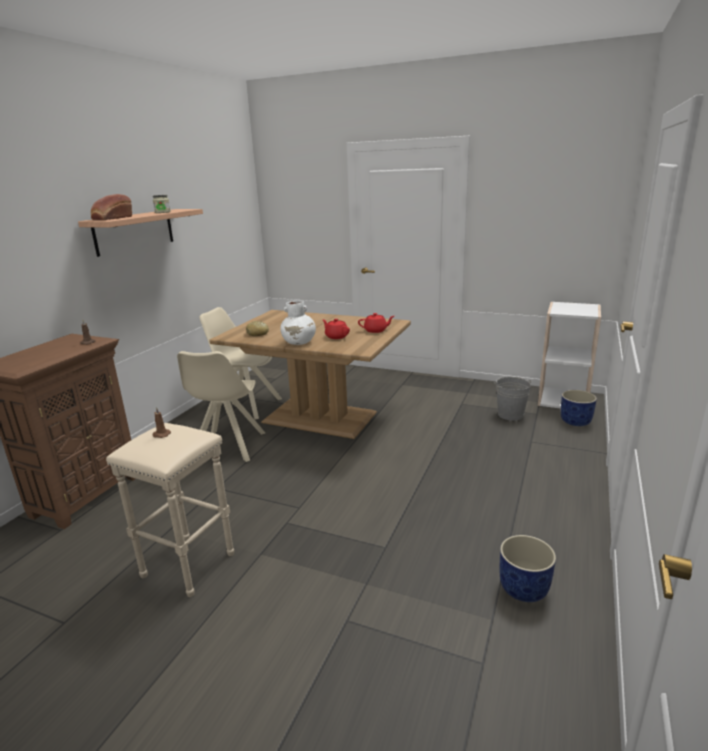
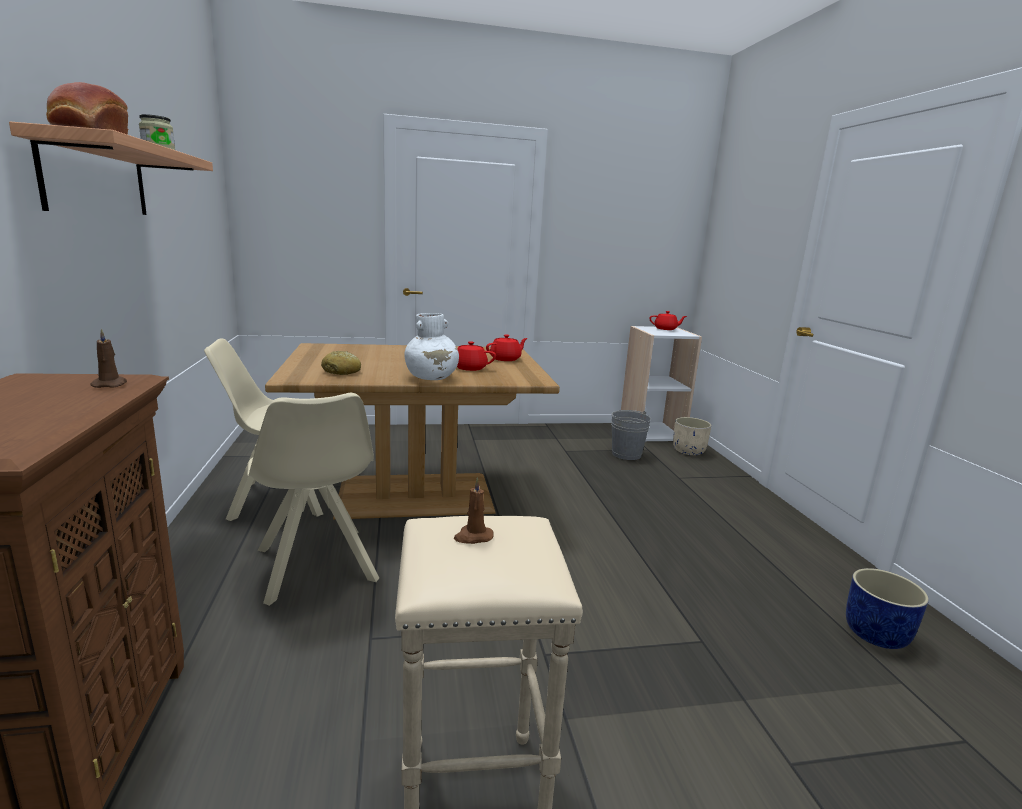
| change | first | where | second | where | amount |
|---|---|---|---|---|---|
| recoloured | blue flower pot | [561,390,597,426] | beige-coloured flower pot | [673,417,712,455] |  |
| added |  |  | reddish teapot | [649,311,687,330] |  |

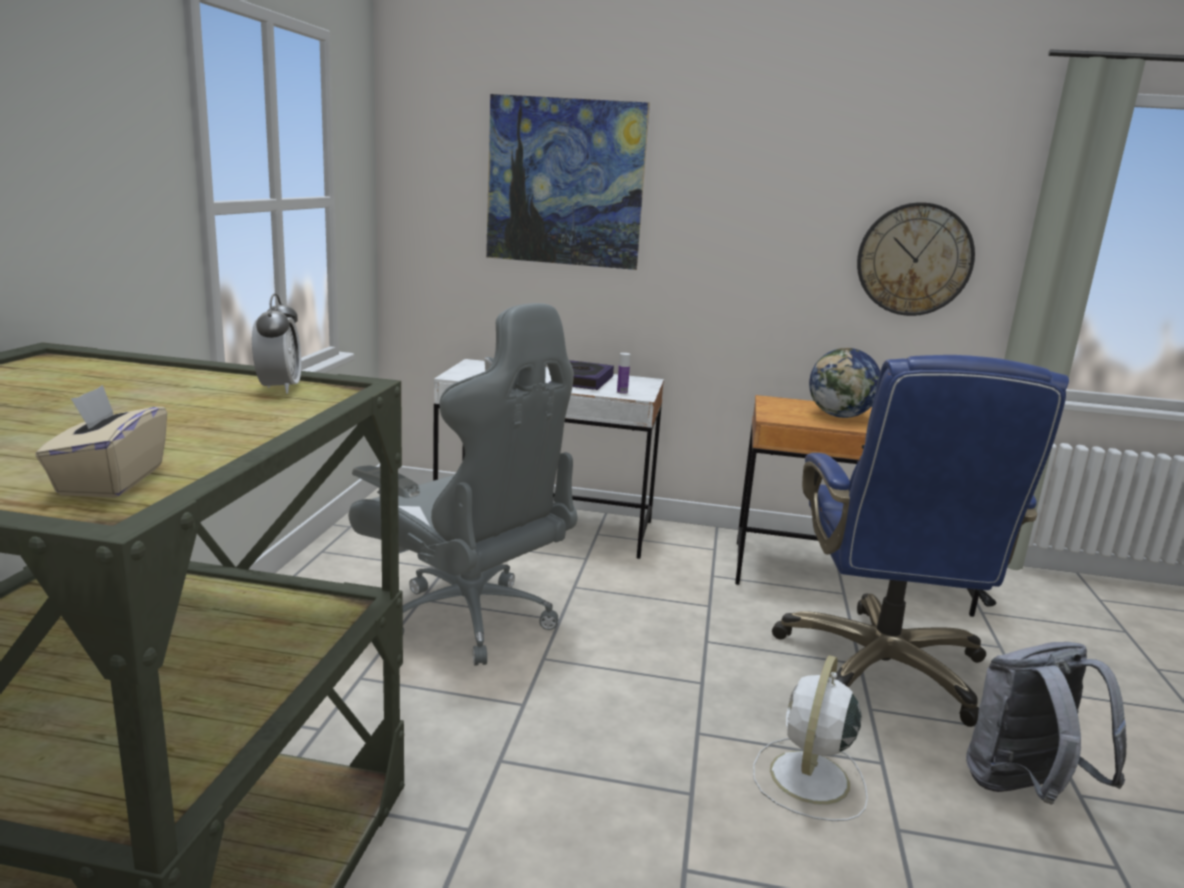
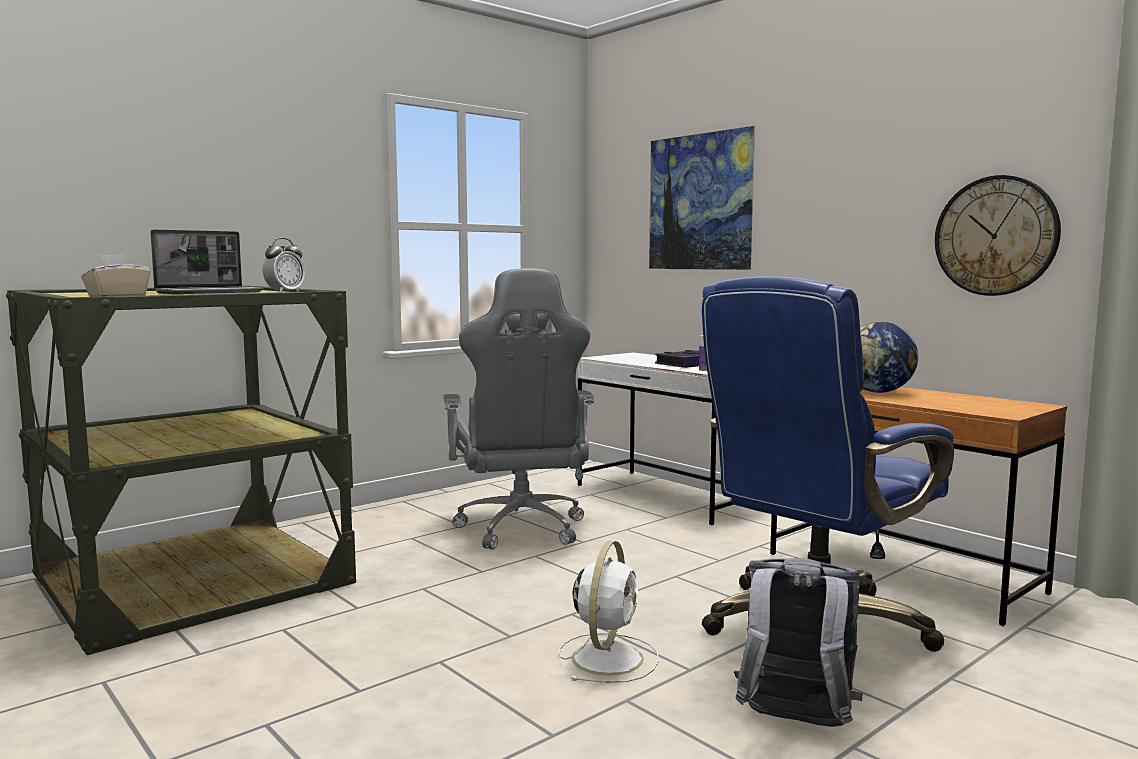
| change | first | where | second | where | amount |
|---|---|---|---|---|---|
| turned | white-coloured cooling fan | [753,655,868,821] |  | [559,540,659,683] | 135 degrees clockwise |
| added |  |  | laptop | [150,230,264,294] |  |

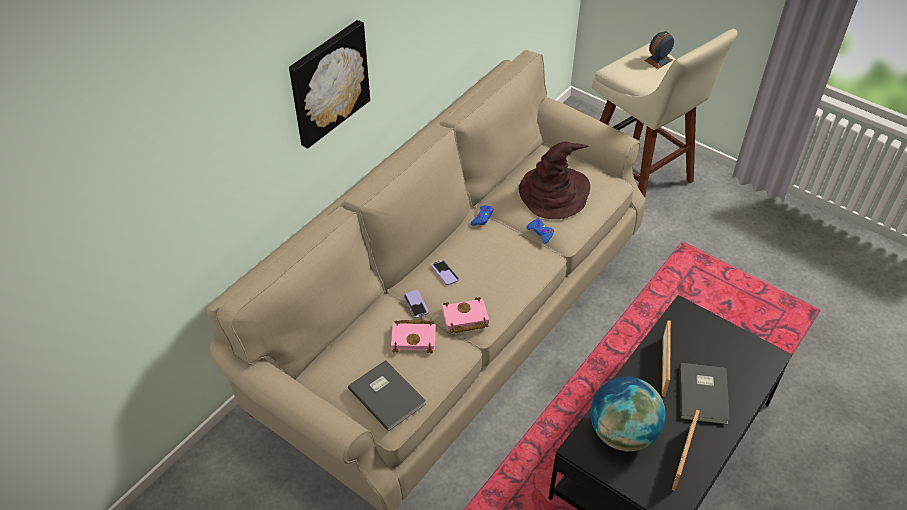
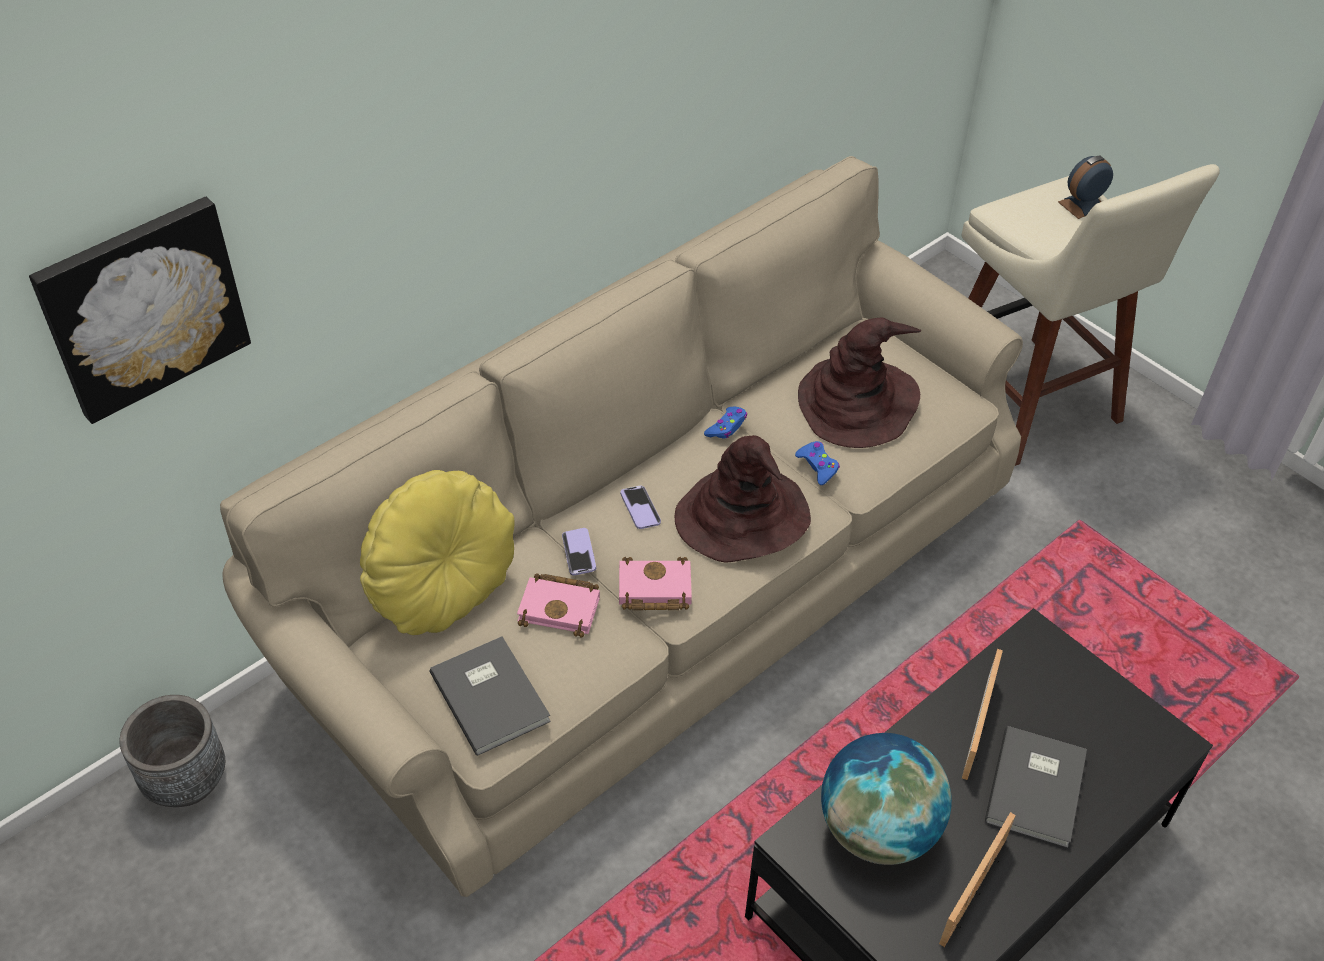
| change | first | where | second | where | amount |
|---|---|---|---|---|---|
| moved | picture | [289,20,370,149] |  | [29,196,251,424] |  |
| added |  |  | brownish hat | [675,435,811,563] |  |
| added |  |  | yellowish cushion | [360,470,514,635] |  |
| added |  |  | grey flower pot | [120,695,225,807] |  |

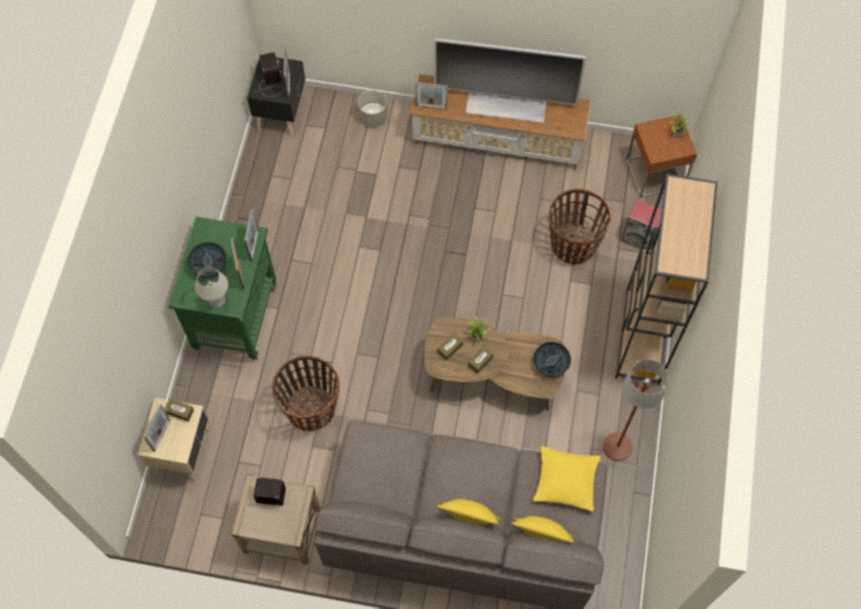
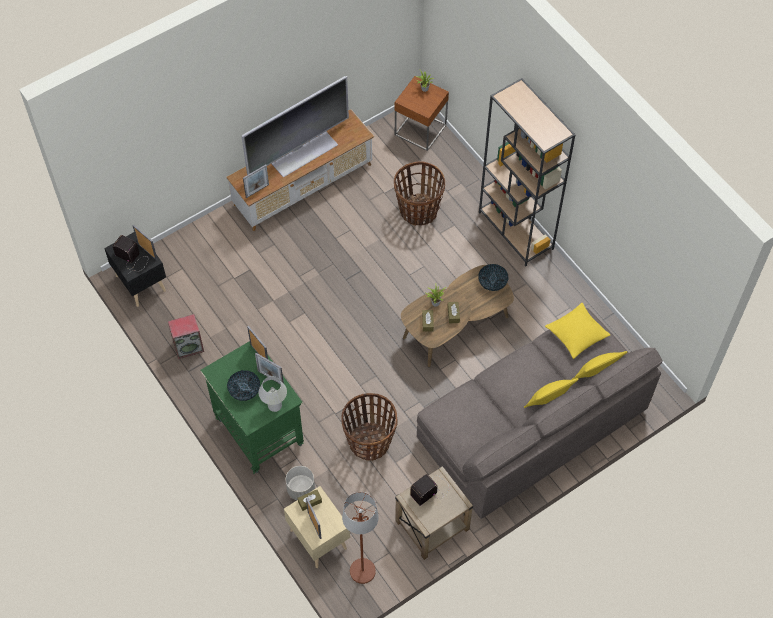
| change | first | where | second | where | amount |
|---|---|---|---|---|---|
| moved | grey flower pot | [358,90,388,127] |  | [286,466,315,500] |  |
| moved | speaker | [621,199,662,249] |  | [168,314,204,359] |  |
| moved | brownish standing lamp | [603,359,668,461] |  | [342,492,379,584] |  |

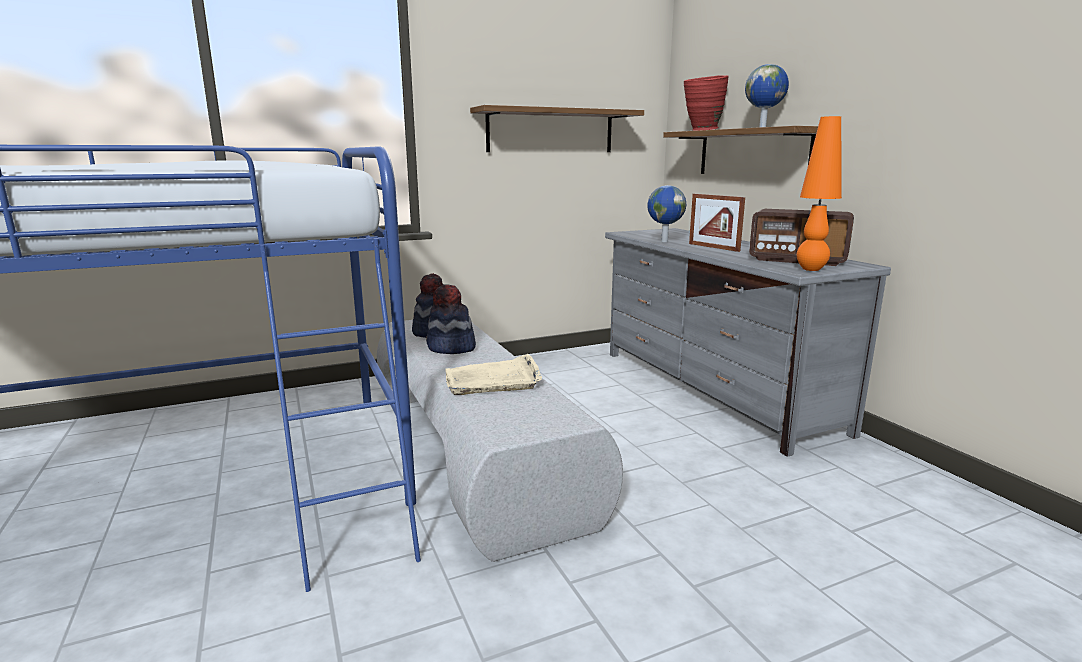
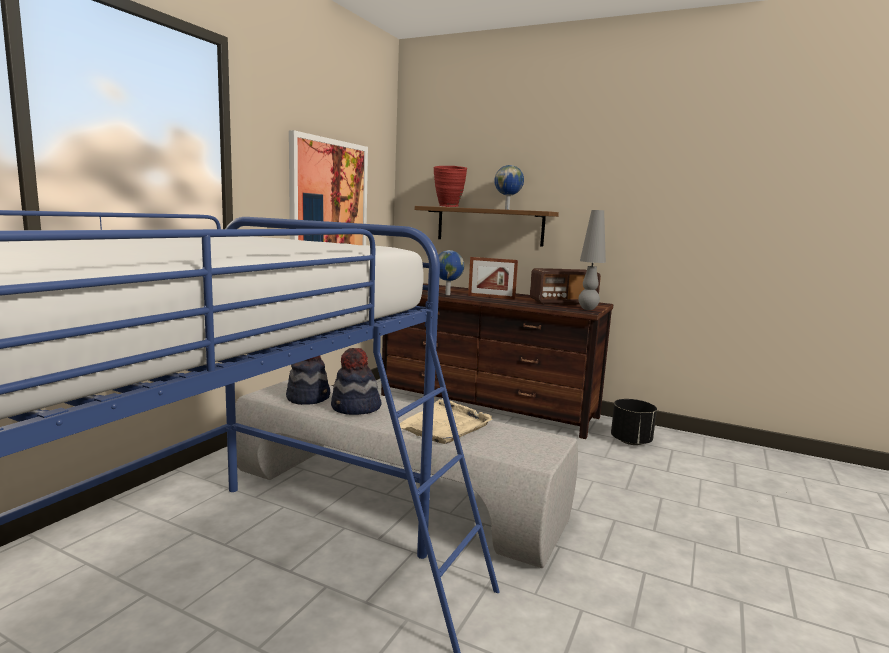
| change | first | where | second | where | amount |
|---|---|---|---|---|---|
| replaced | wall shelf | [470,105,644,152] | picture | [289,130,368,245] |  |
| recoloured | orange-coloured lamp for a table | [796,116,842,271] | grey lamp for a table | [578,210,606,310] |  |
| recoloured | grey dresser | [605,228,891,457] | brownish dresser | [381,283,613,439] |  |
| added |  |  | black-coloured flower pot | [611,399,657,445] |  |

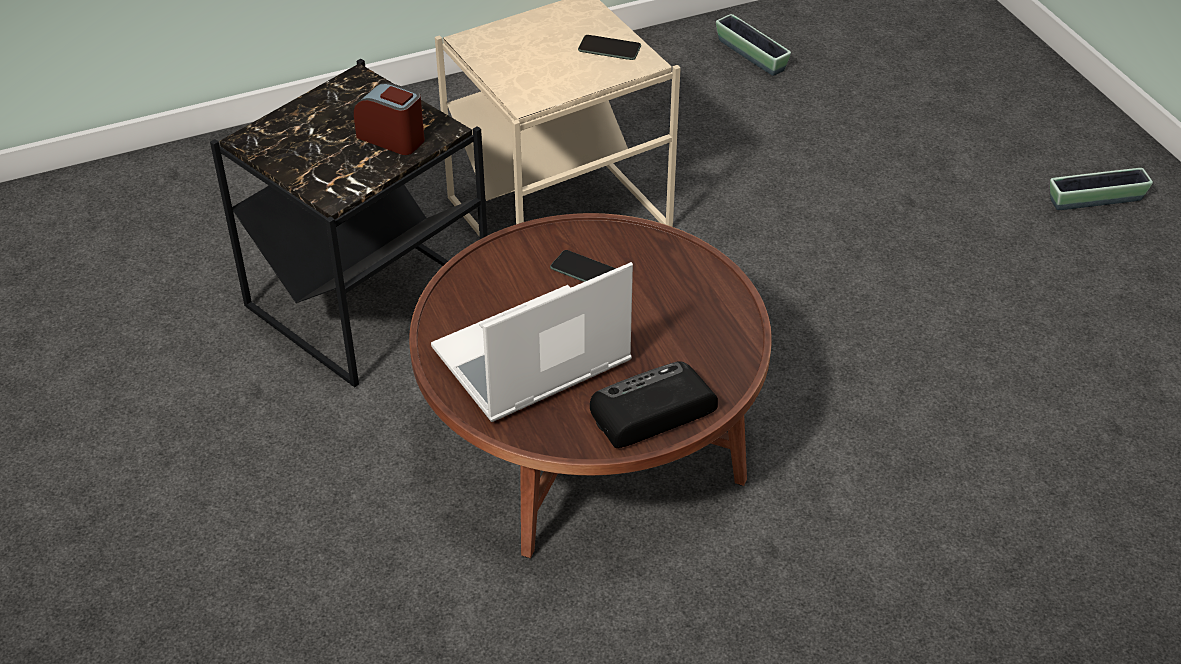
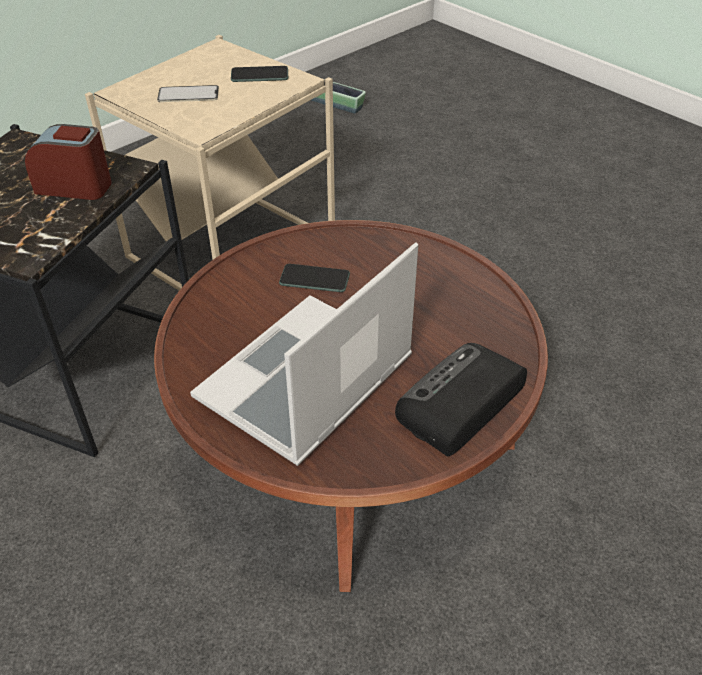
| change | first | where | second | where | amount |
|---|---|---|---|---|---|
| removed | flower pot | [1050,168,1153,210] |  |  |  |
| added |  |  | telephone | [157,85,219,102] |  |

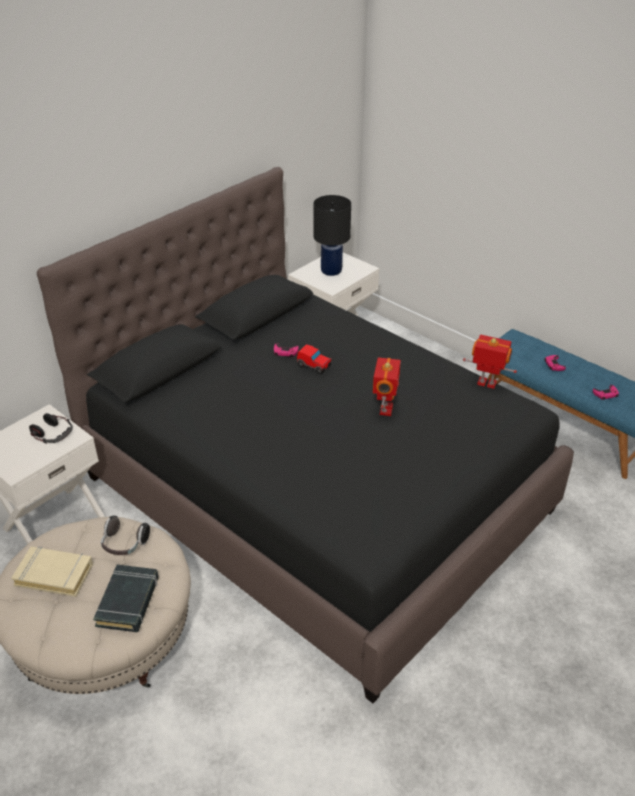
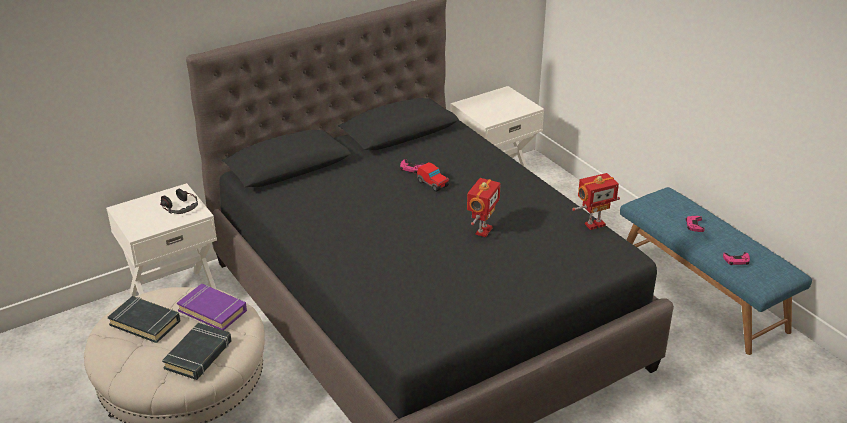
| change | first | where | second | where | amount |
|---|---|---|---|---|---|
| removed | black-coloured lamp for a table | [313,195,351,276] |  |  |  |
| turned | model robot | [463,335,517,389] |  | [572,173,620,230] | 120 degrees clockwise |
| replaced | headphones | [101,516,150,555] | purple book | [177,284,247,330] |  |
| recoloured | beige-coloured book | [11,547,93,597] | black-coloured book | [108,296,180,343] |  |

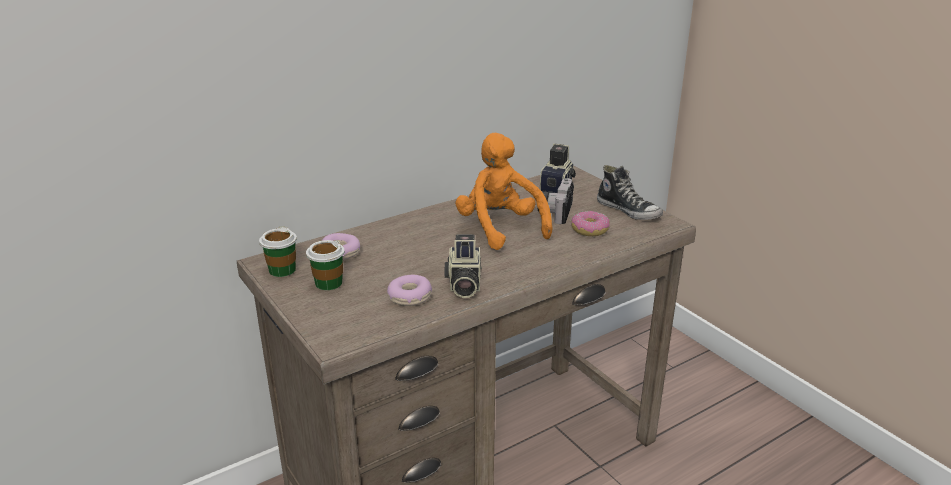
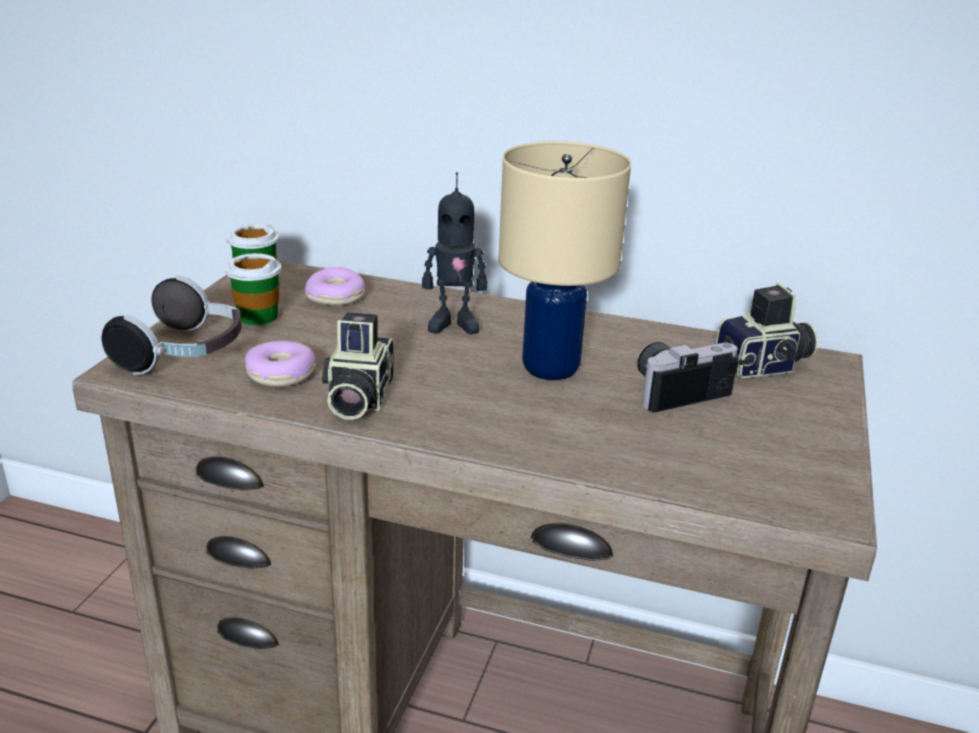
| change | first | where | second | where | amount |
|---|---|---|---|---|---|
| replaced | orange-coloured plush toy | [455,133,552,250] | beige-coloured lamp for a table | [498,141,631,380] |  |
| removed | shoe | [597,165,663,220] |  |  |  |
| removed | donut | [571,211,610,236] |  |  |  |
| turned | still camera | [445,234,482,298] |  | [322,312,394,420] | 45 degrees counterclockwise |
| added |  |  | model robot | [422,172,488,335] |  |
| added |  |  | headphones | [102,276,242,375] |  |

